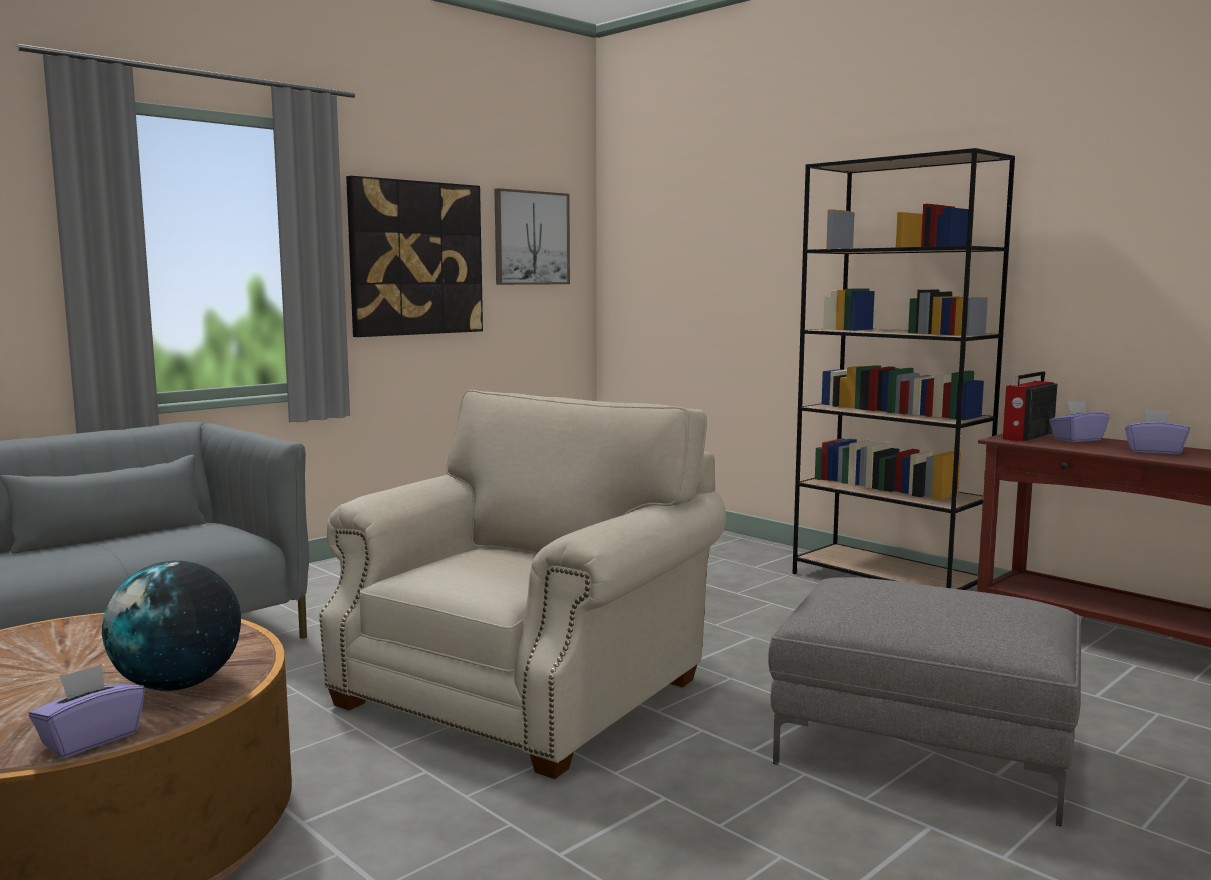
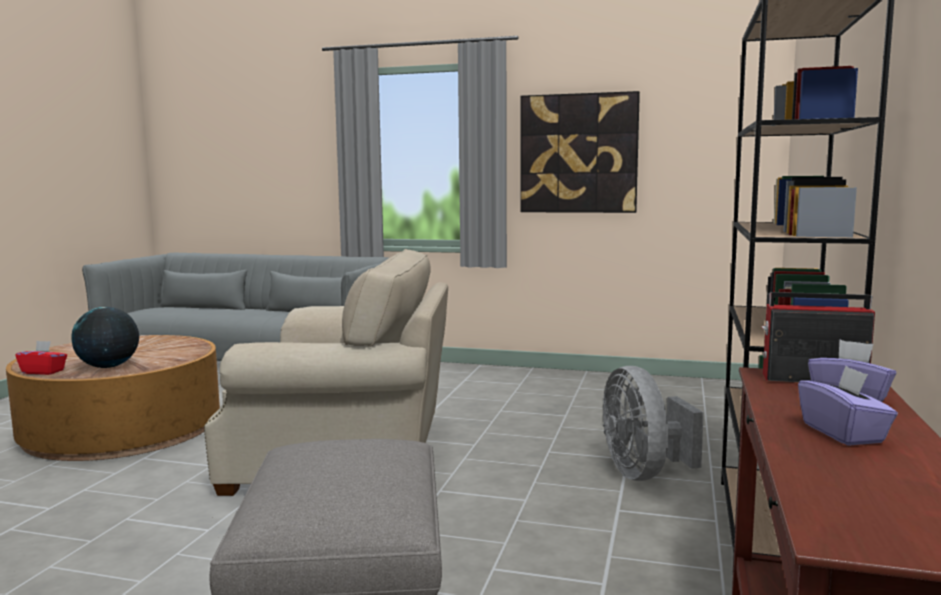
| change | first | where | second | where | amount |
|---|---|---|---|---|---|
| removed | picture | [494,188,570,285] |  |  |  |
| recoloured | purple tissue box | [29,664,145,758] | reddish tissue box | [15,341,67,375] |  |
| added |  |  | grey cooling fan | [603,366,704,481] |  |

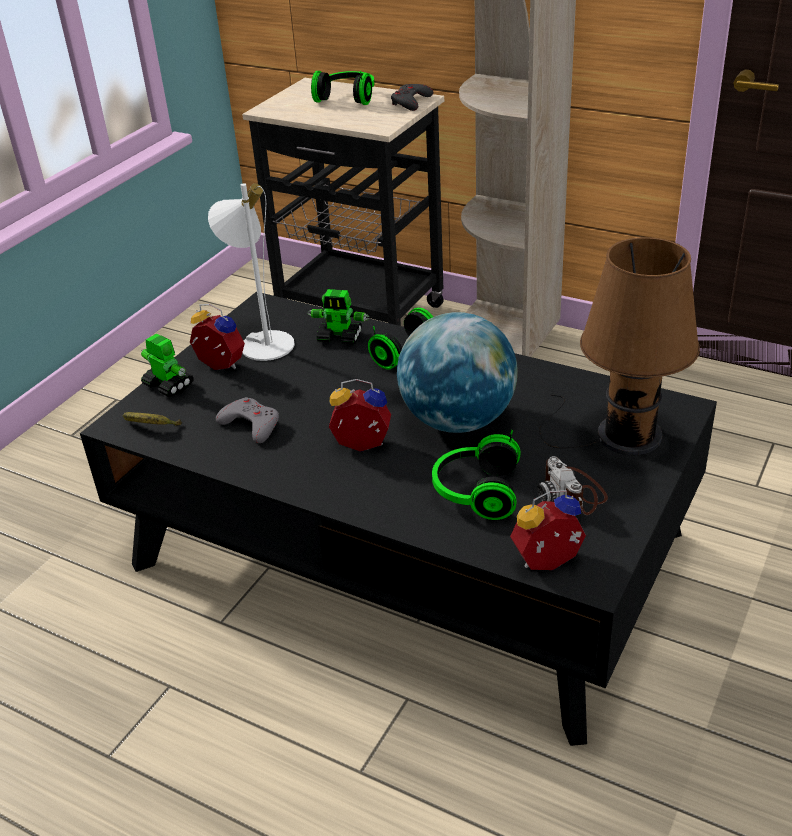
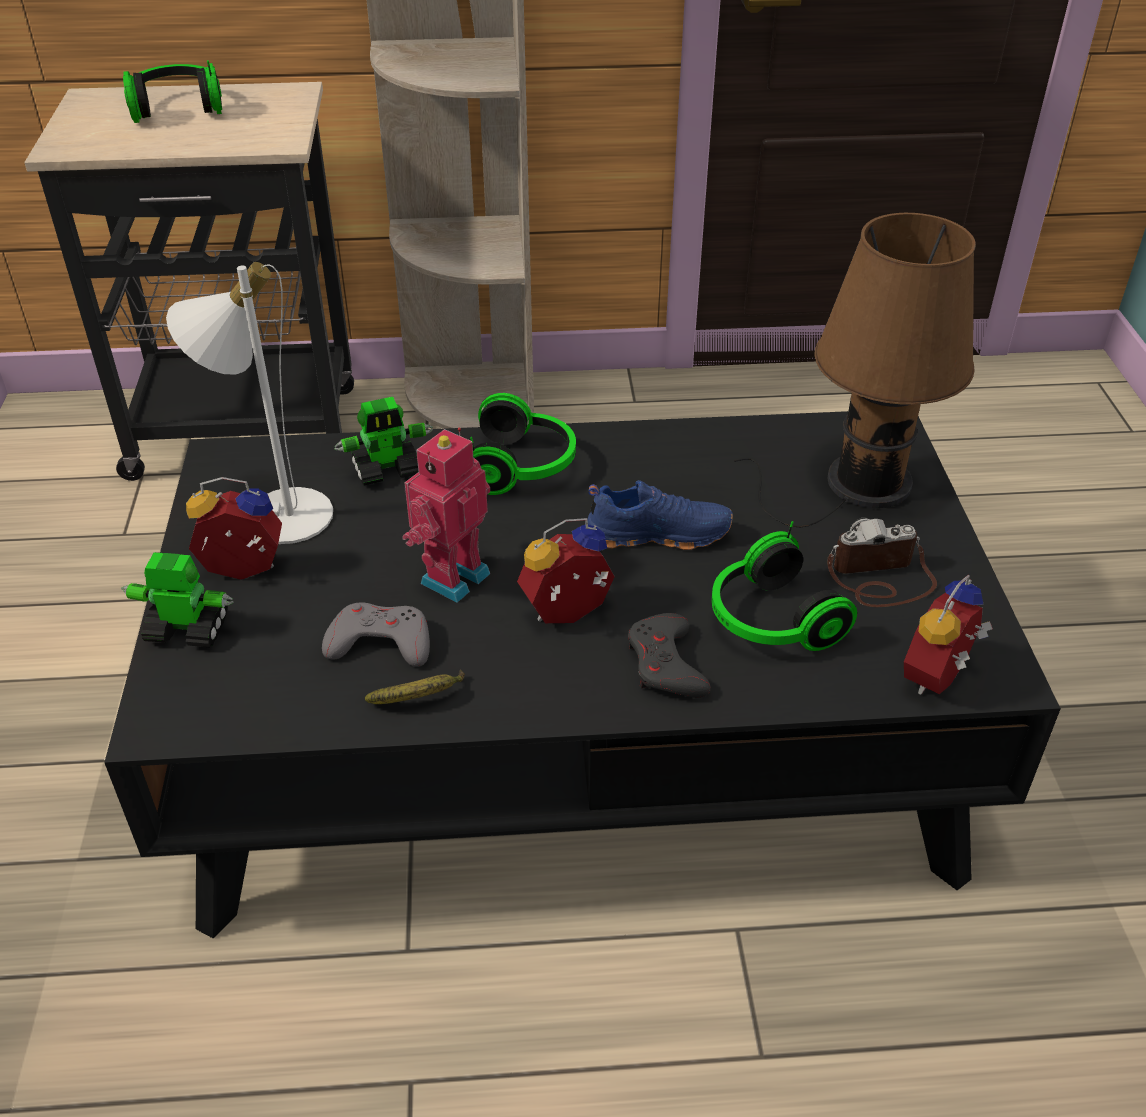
| change | first | where | second | where | amount |
|---|---|---|---|---|---|
| moved | grey game controller | [391,84,434,111] |  | [628,613,711,698] |  |
| replaced | globe | [397,312,518,433] | blue shoe | [588,480,733,550] |  |
| moved | whole banana | [123,412,182,425] |  | [365,670,465,704] |  |
| turned | still camera | [537,456,608,515] |  | [827,518,937,607] | 135 degrees clockwise |
| added |  |  | model robot | [402,428,490,603] |  |

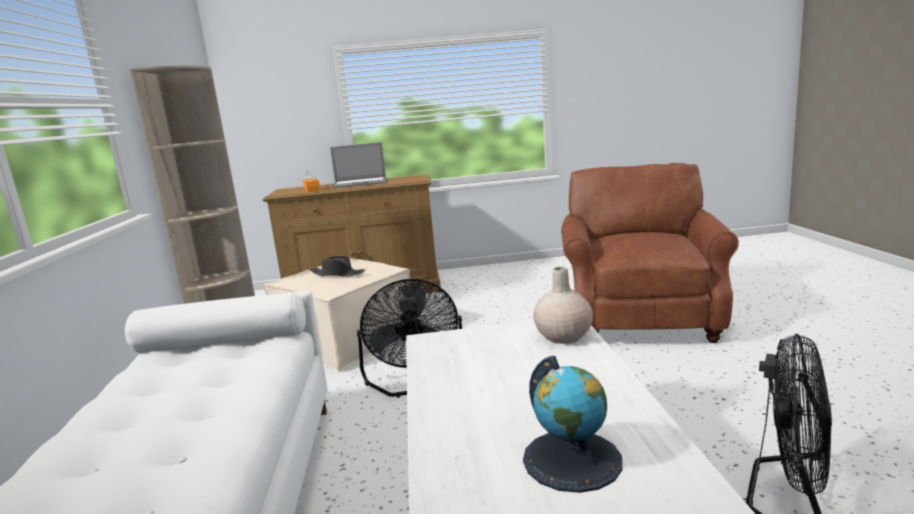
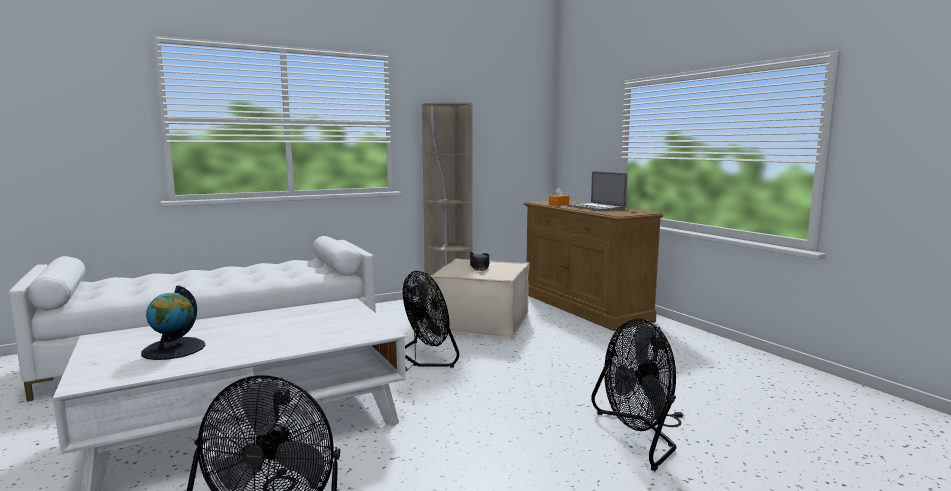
| change | first | where | second | where | amount |
|---|---|---|---|---|---|
| replaced | brownish lounge chair | [561,163,739,343] | black-coloured cooling fan | [591,318,684,471] |  |
| removed | beige-coloured decorative vase | [533,267,593,344] |  |  |  |

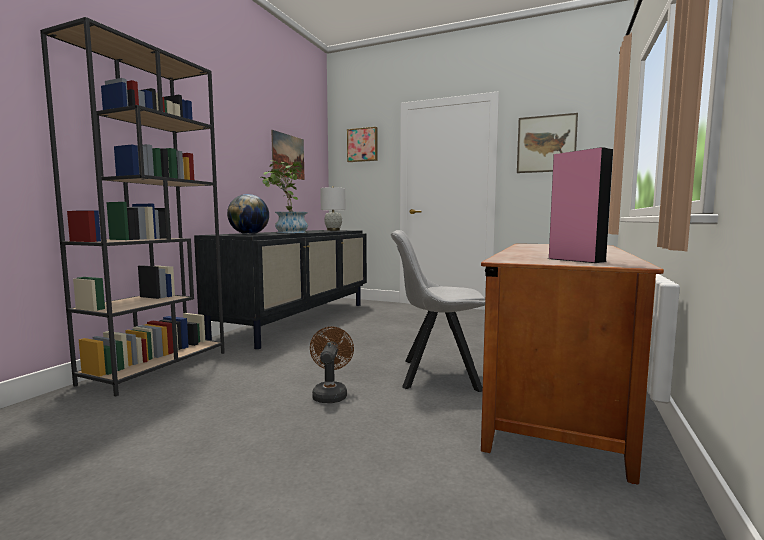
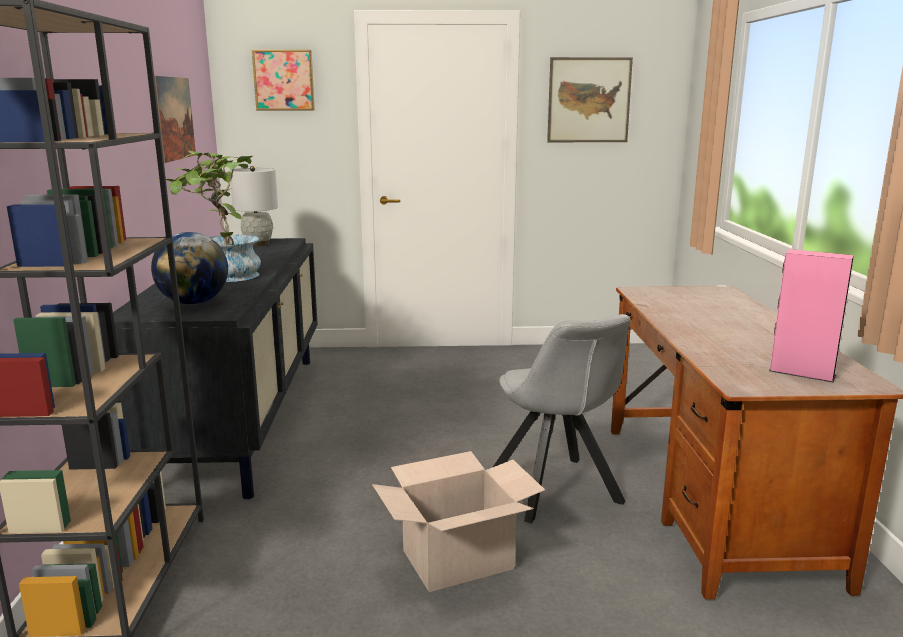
| change | first | where | second | where | amount |
|---|---|---|---|---|---|
| turned | grey chair | [391,230,485,392] |  | [492,314,631,523] | 90 degrees counterclockwise |
| replaced | brownish cooling fan | [310,326,354,403] | carton | [372,451,545,592] |  |

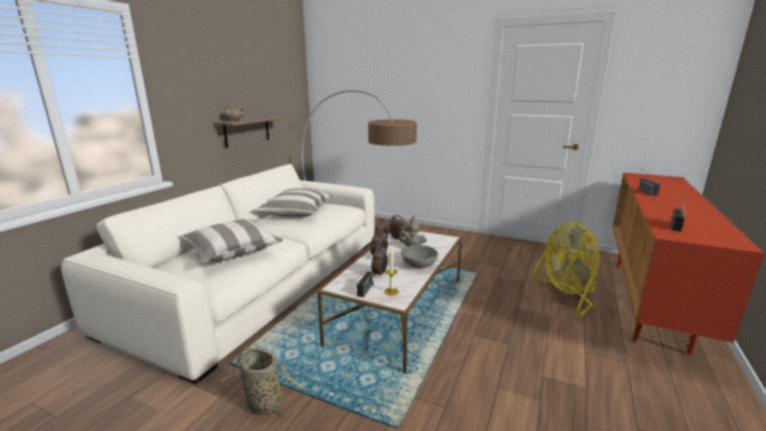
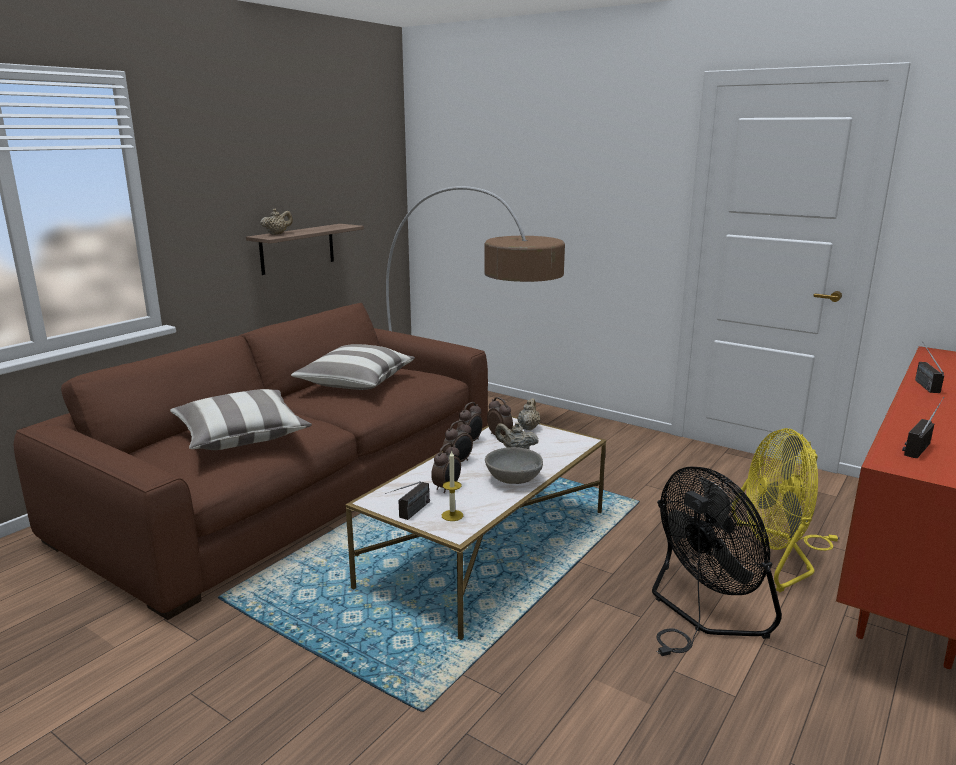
| change | first | where | second | where | amount |
|---|---|---|---|---|---|
| recoloured | white-coloured settee | [61,164,375,385] | brownish settee | [14,303,488,620] |  |
| removed | basket | [216,348,305,417] |  |  |  |
| added |  |  | black-coloured cooling fan | [652,467,782,656] |  |

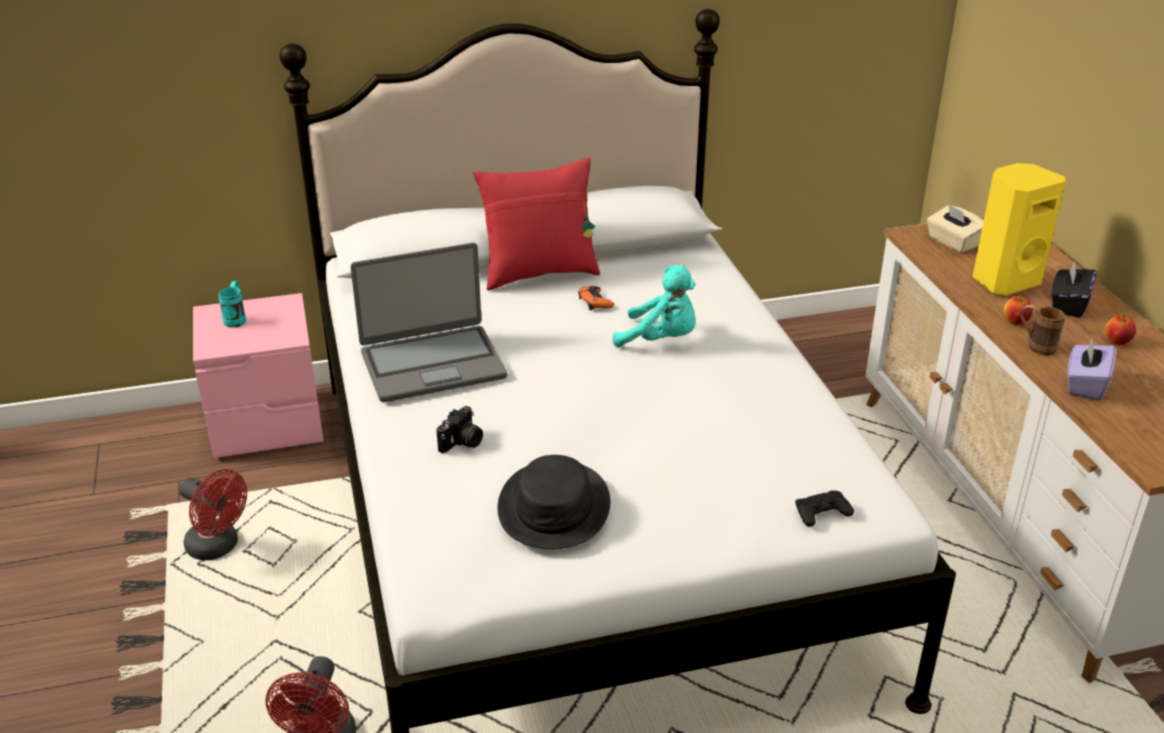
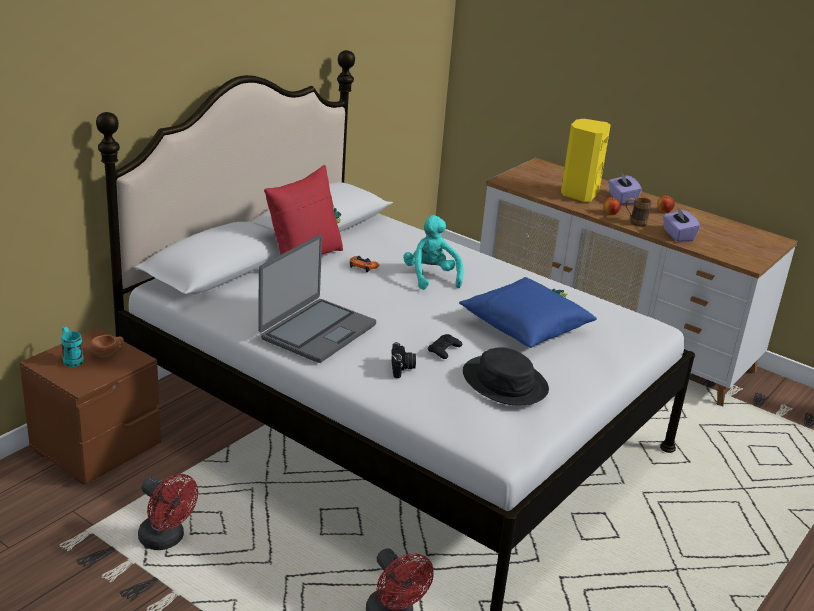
| change | first | where | second | where | amount |
|---|---|---|---|---|---|
| removed | beige-coloured tissue box | [927,204,984,253] |  |  |  |
| recoloured | black-coloured tissue box | [1052,260,1096,317] | purple tissue box | [608,172,642,204] |  |
| turned | blue-green plush toy | [613,265,696,348] |  | [403,215,464,290] | 90 degrees counterclockwise |
| recoloured | pink-coloured bedside table | [193,293,324,458] | brownish bedside table | [20,328,161,484] |  |
| turned | reddish cooling fan | [179,469,247,560] |  | [138,474,198,550] | 45 degrees clockwise |
| moved | black-coloured game controller | [795,490,854,527] |  | [428,334,462,359] |  |
| added |  |  | blue cushion | [459,277,597,348] |  |
| added |  |  | brownish cup | [90,335,124,358] |  |

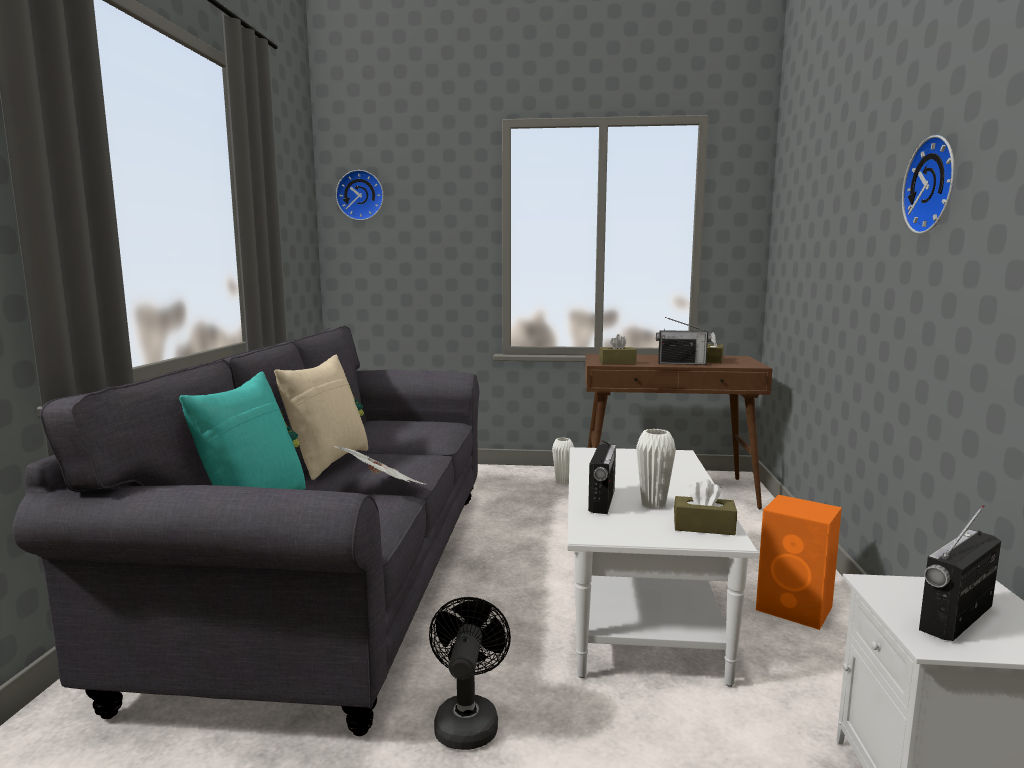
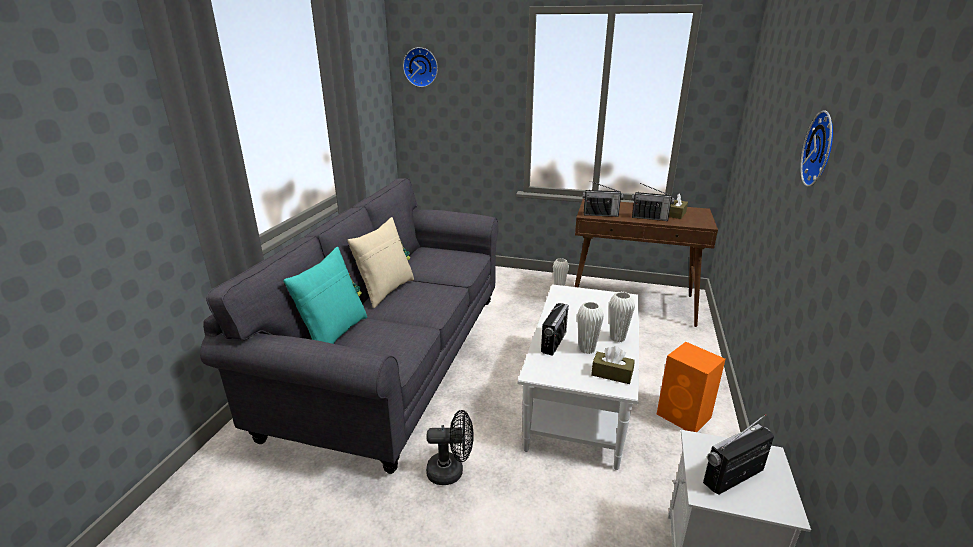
| change | first | where | second | where | amount |
|---|---|---|---|---|---|
| replaced | brownish tissue box | [599,334,637,365] | radio | [582,181,624,217] |  |
| removed | newspaper | [333,446,424,484] |  |  |  |
| turned | black-coloured cooling fan | [429,597,511,750] |  | [426,410,474,485] | 75 degrees clockwise |
| added |  |  | white-coloured decorative vase | [609,292,635,342] |  |

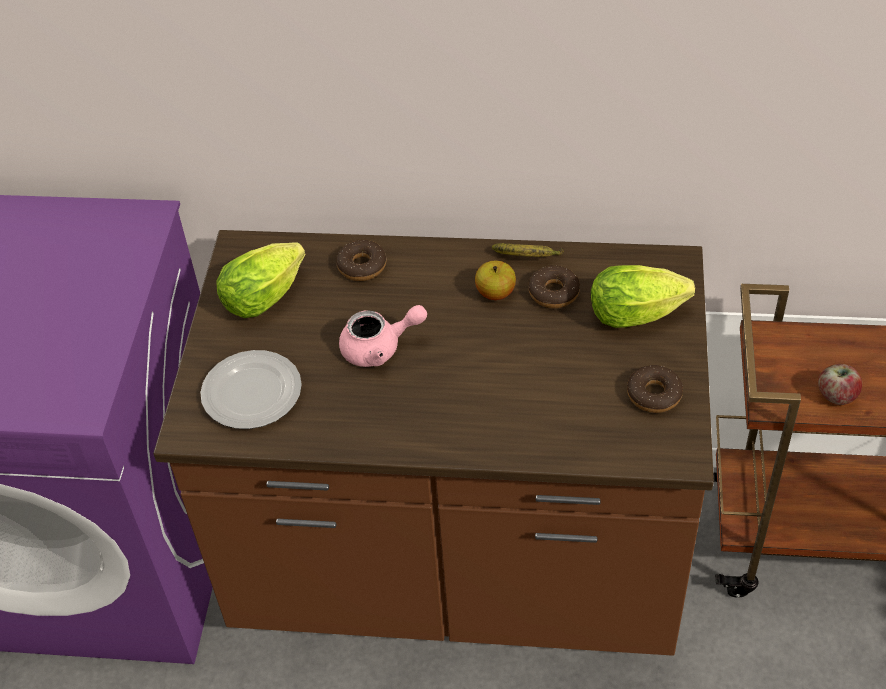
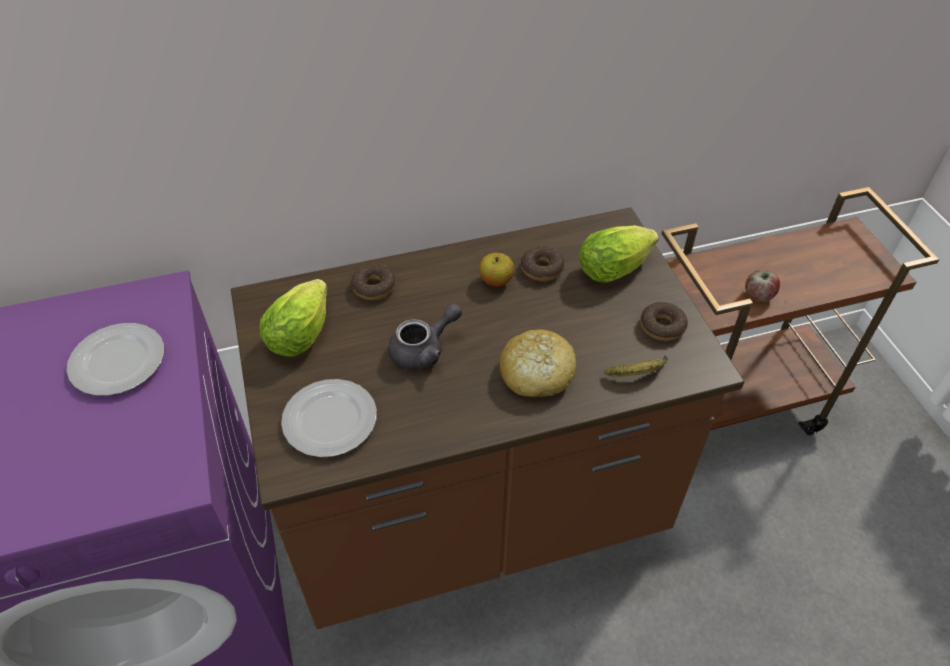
| change | first | where | second | where | amount |
|---|---|---|---|---|---|
| moved | whole banana | [492,243,564,257] |  | [604,355,668,377] |  |
| recoloured | pink-coloured teapot | [339,305,427,367] | grey teapot | [388,303,462,370] |  |
| added |  |  | dinner plate | [67,323,164,396] |  |
| added |  |  | baked bread | [500,329,576,397] |  |

